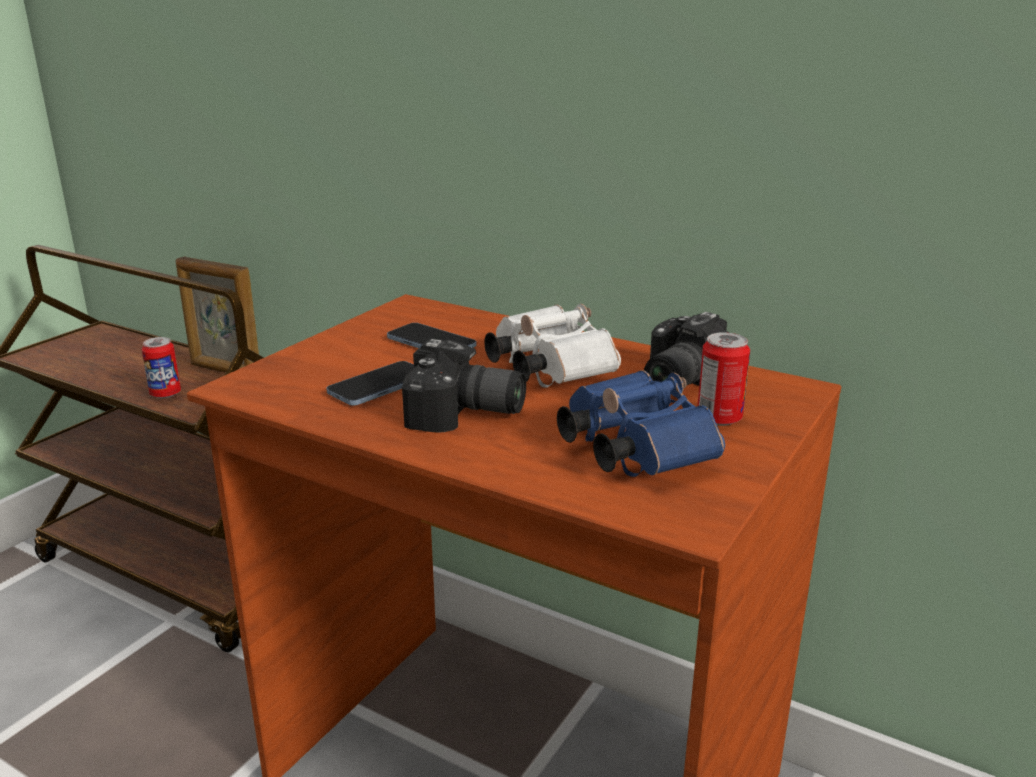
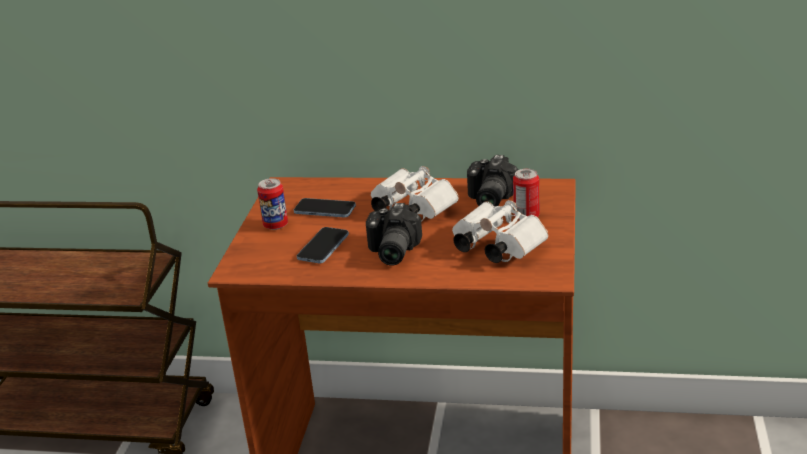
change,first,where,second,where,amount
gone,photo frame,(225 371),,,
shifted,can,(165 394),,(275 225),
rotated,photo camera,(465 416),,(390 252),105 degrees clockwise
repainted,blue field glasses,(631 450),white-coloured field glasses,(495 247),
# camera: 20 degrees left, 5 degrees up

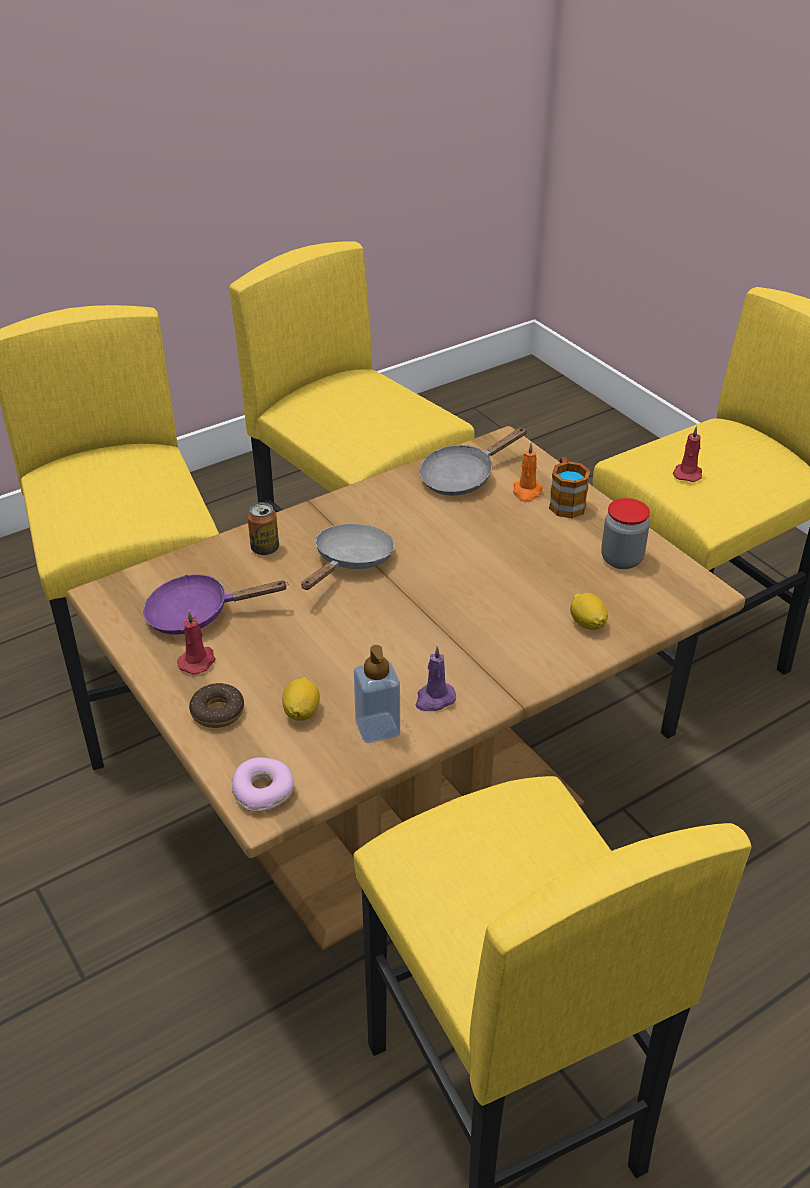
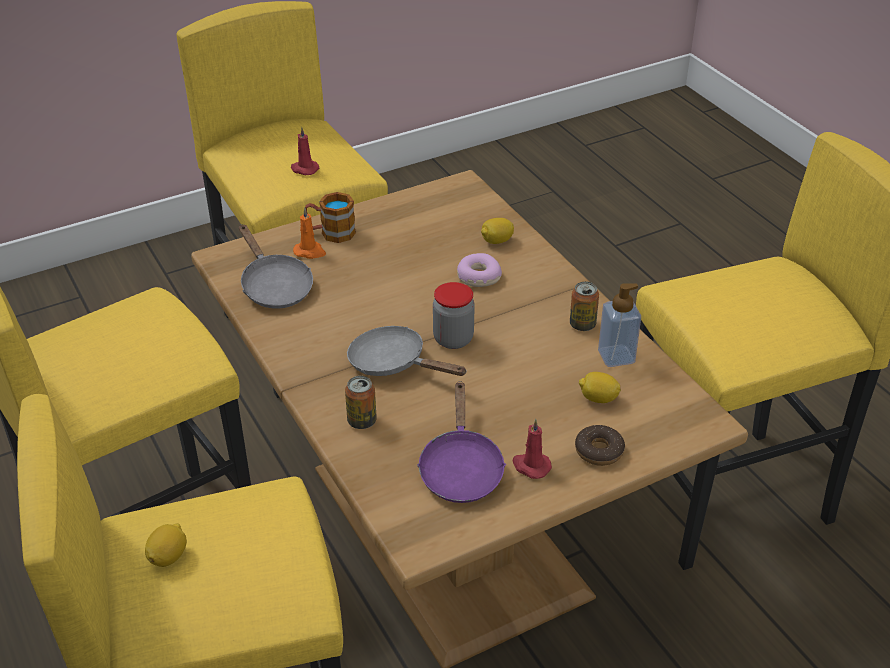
change,first,where,second,where,amount
shifted,preserve jar,(621 559),,(453 339),
swapped,purplish candle,(434 699),can,(582 324),
shifted,donut,(263 791),,(478 277),
new,,,whole lemon,(168 556),
# camera: 85 degrees left, 0 degrees up

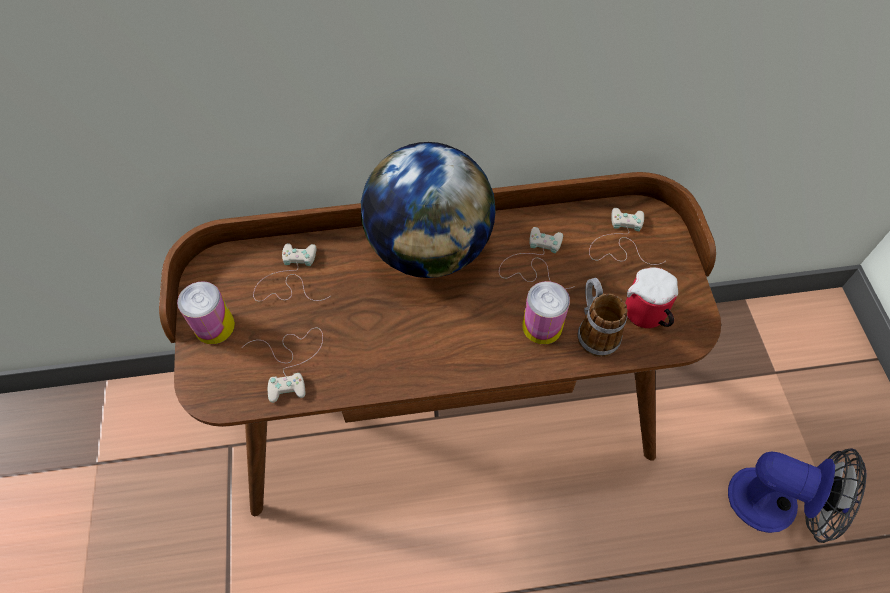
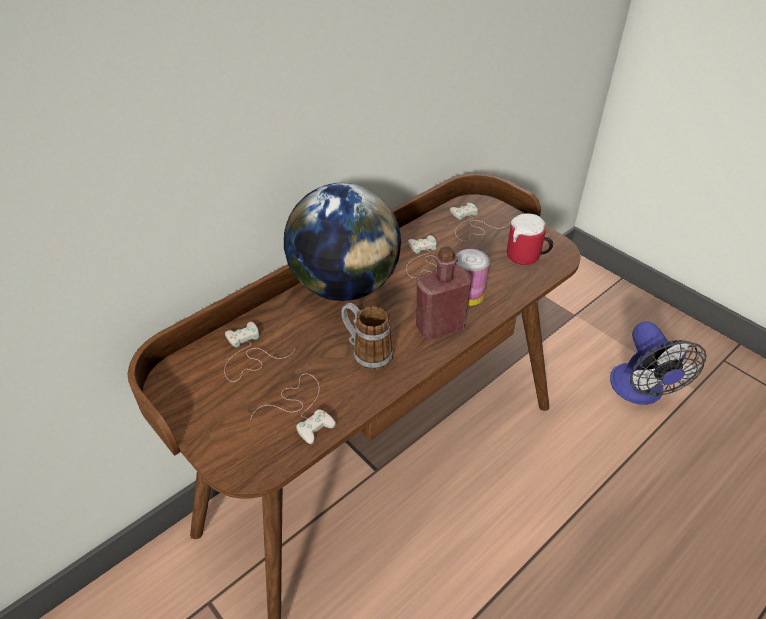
change,first,where,second,where,amount
shifted,mug,(594 330),,(366 352),
gone,can,(214 326),,,
rotated,cooling fan,(775 504),,(640 392),90 degrees clockwise
new,,,reddish drink bottle,(440 326),
# camera: 35 degrees left, 15 degrees down

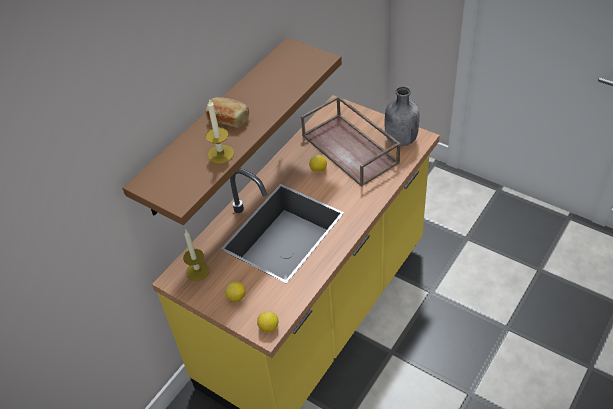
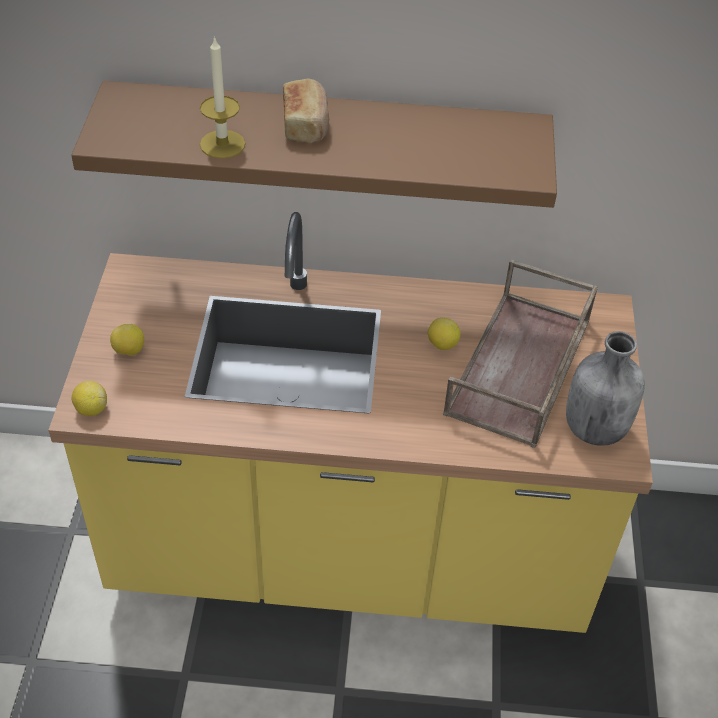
change,first,where,second,where,amount
gone,candle,(197 271),,,
# camera: 55 degrees right, 0 degrees up

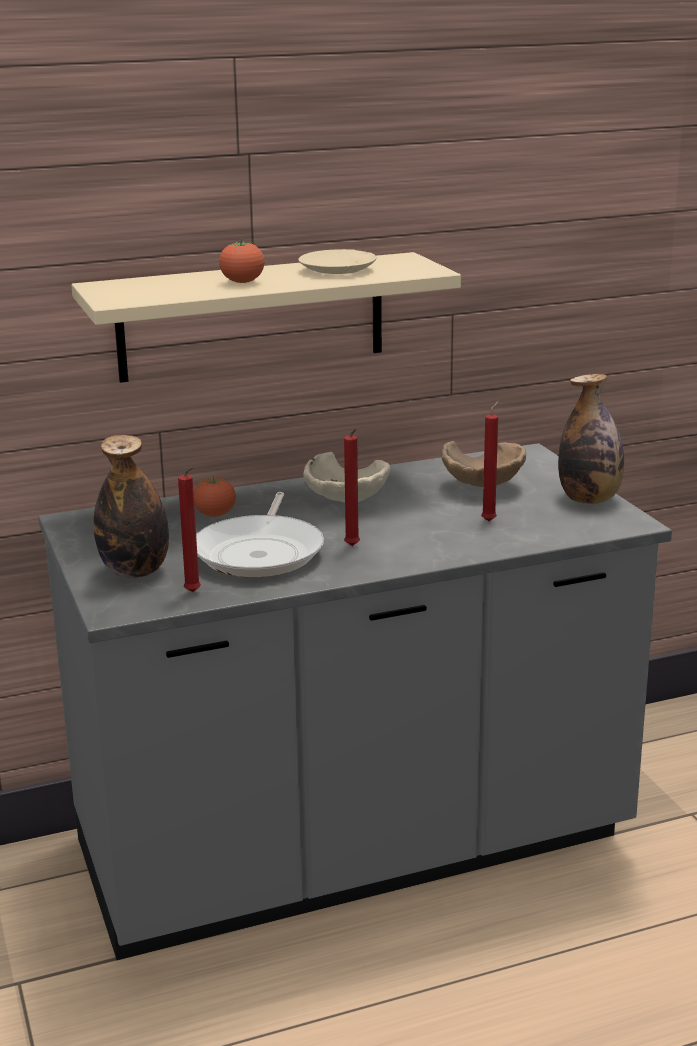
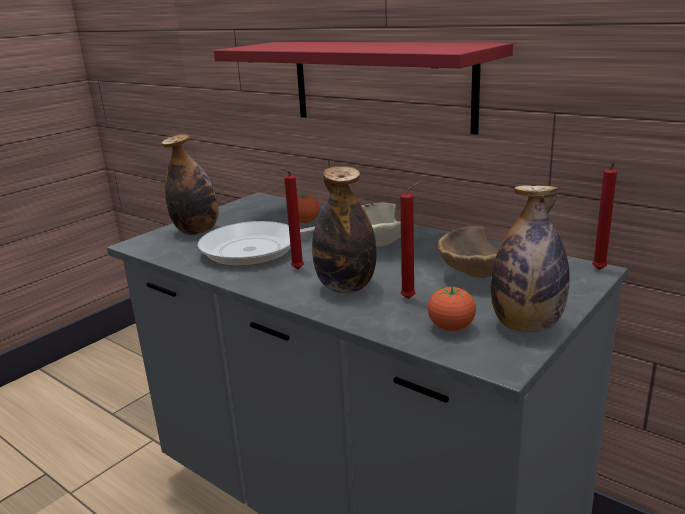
change,first,where,second,where,amount
shifted,fresh tomato,(242 282),,(451 328),
gone,sand-coloured dinner plate,(338 270),,,
repainted,sand-coloured bracket shelf,(251 317),reddish bracket shelf,(380 84),
shifted,reddish candle,(194 593),,(598 270),
new,,,drink bottle,(346 287),
# camera: 60 degrees right, 0 degrees up

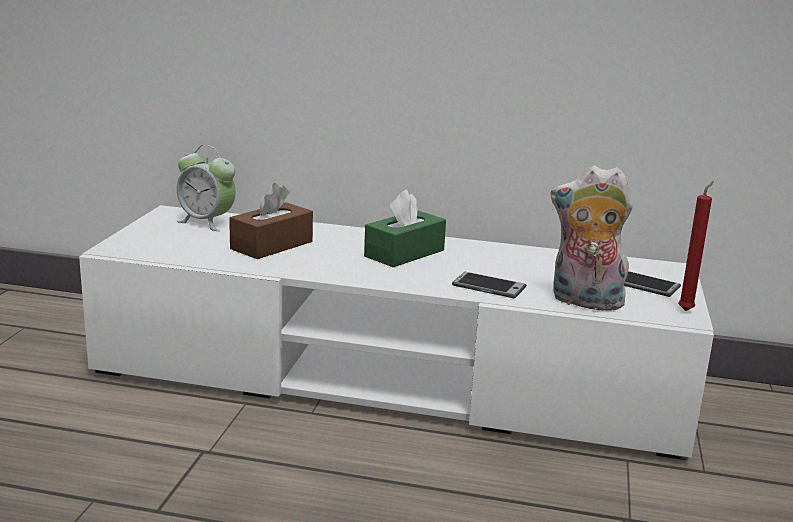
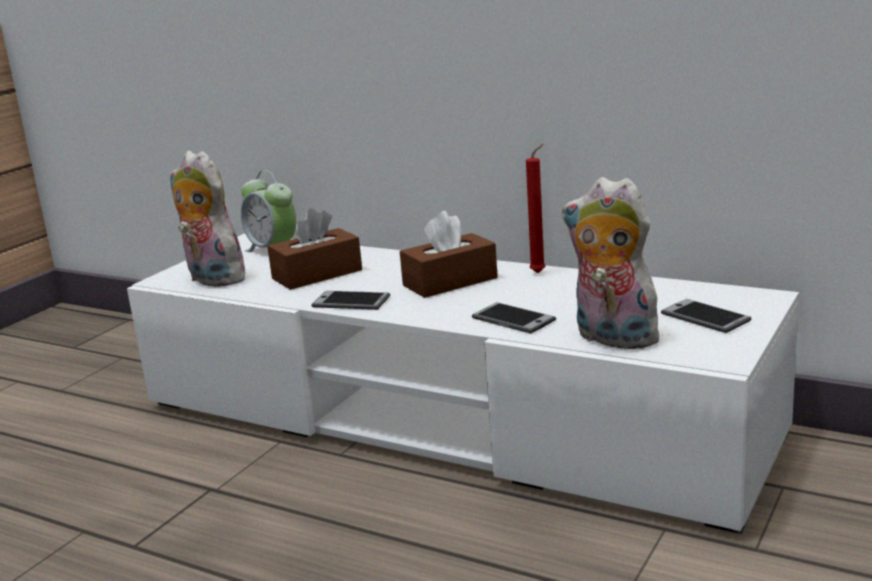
change,first,where,second,where,amount
shifted,reddish candle,(687 310),,(540 272),
repainted,greenish tissue holder,(404 253),brown-coloured tissue holder,(450 282),
new,,,plush toy,(211 279),
new,,,phone,(351 302),
# camera: 20 degrees right, 0 degrees up

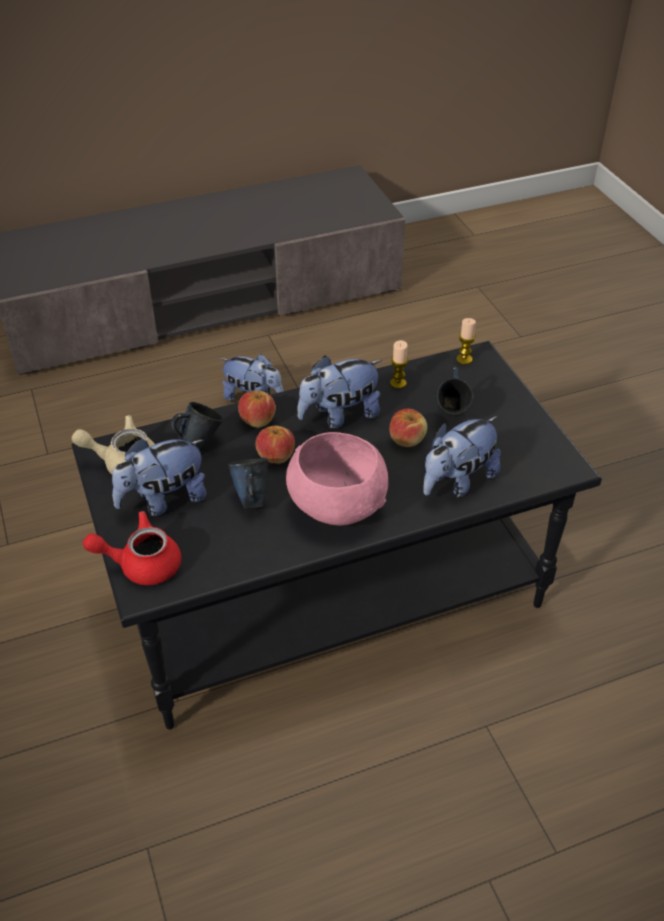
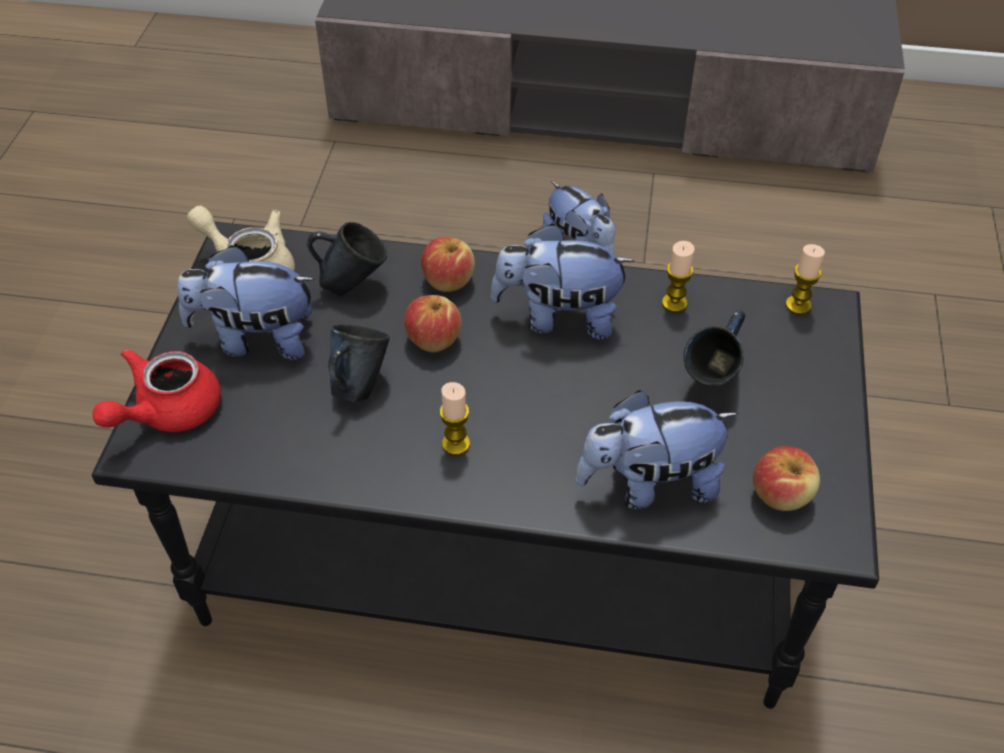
change,first,where,second,where,amount
shifted,apple fruit,(407 439),,(781 494),
swapped,pink-coloured bowl,(336 506),candle,(456 444),
rotated,reddish tea pot,(141 564),,(167 411),75 degrees counterclockwise
# camera: 30 degrees right, 5 degrees up

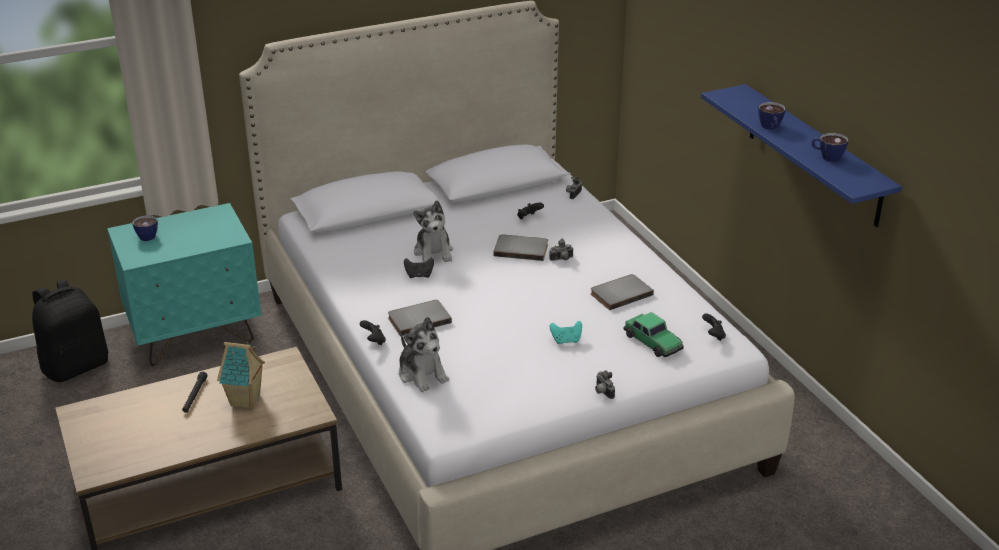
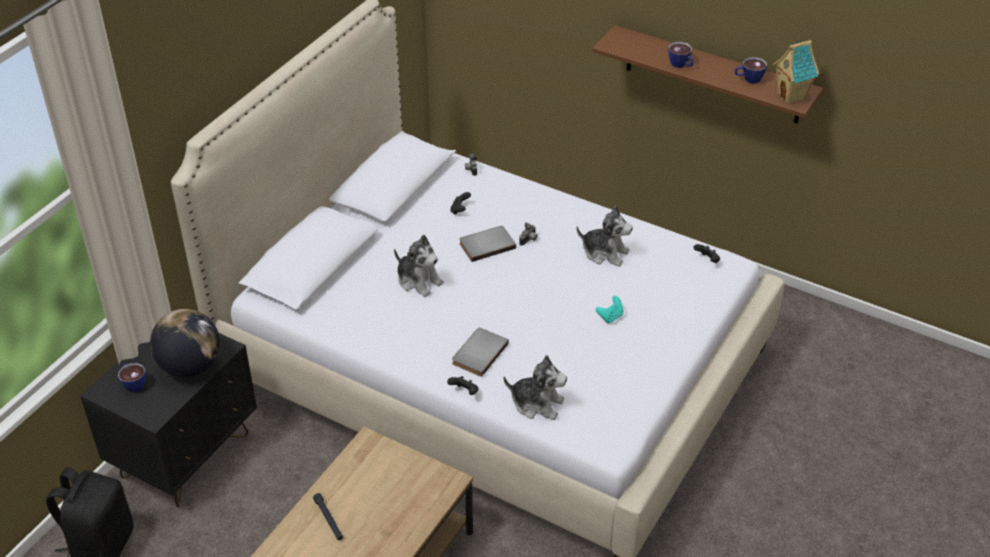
change,first,where,second,where,amount
repainted,blue bracket shelf,(814 155),brown-coloured bracket shelf,(713 75),
repainted,turquoise night table,(195 336),black night table,(186 456),
gone,black game controller,(419 275),,,
swapped,grey bound book,(620 293),plush toy,(605 253),
gone,model car,(653 342),,,
shifted,toy house,(246 401),,(791 96),
gone,photo camera,(602 392),,,
new,,,desk globe,(190 366),
# camera: 35 degrees left, 10 degrees up

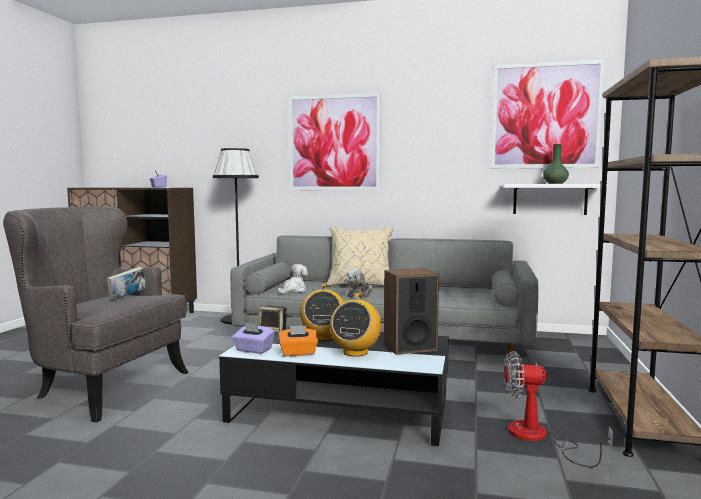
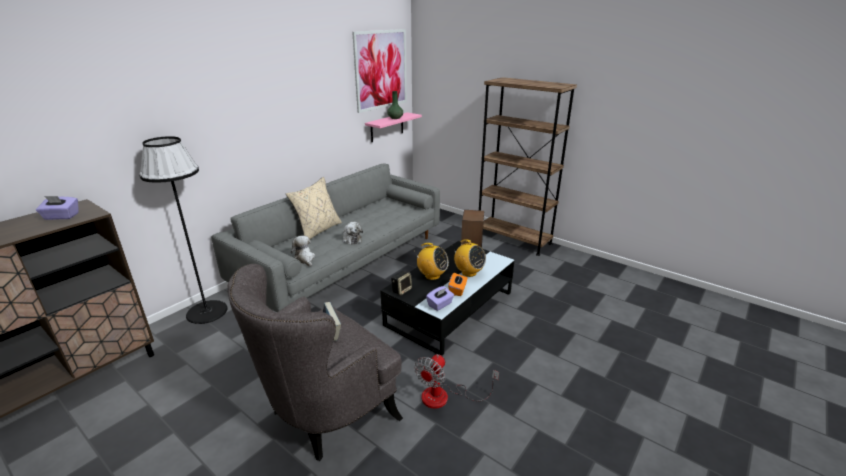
change,first,where,second,where,amount
gone,picture,(334 143),,,
repainted,white-coloured bracket shelf,(550 199),pink-coloured bracket shelf,(387 127),
shifted,cooling fan,(538 438),,(445 397),
# camera: 65 degrees left, 20 degrees up

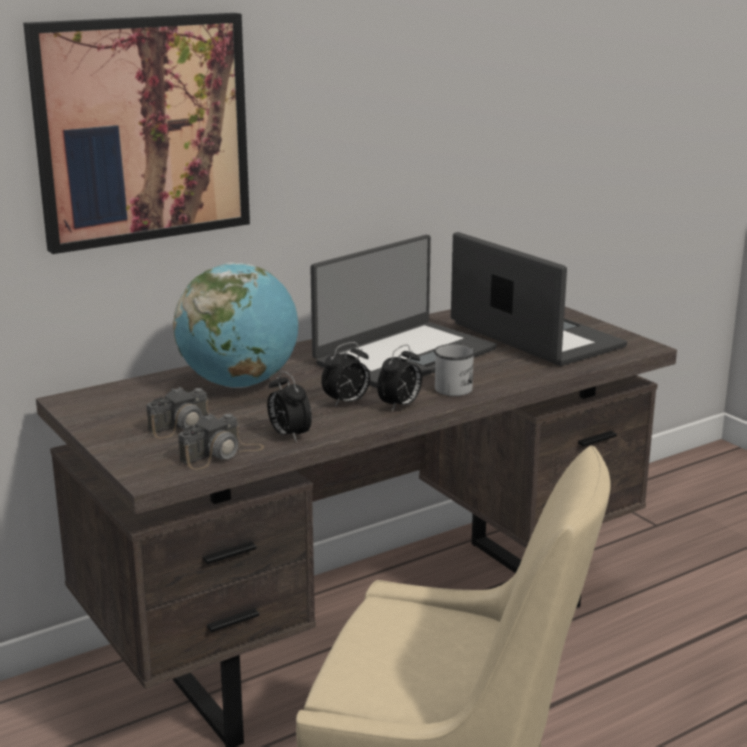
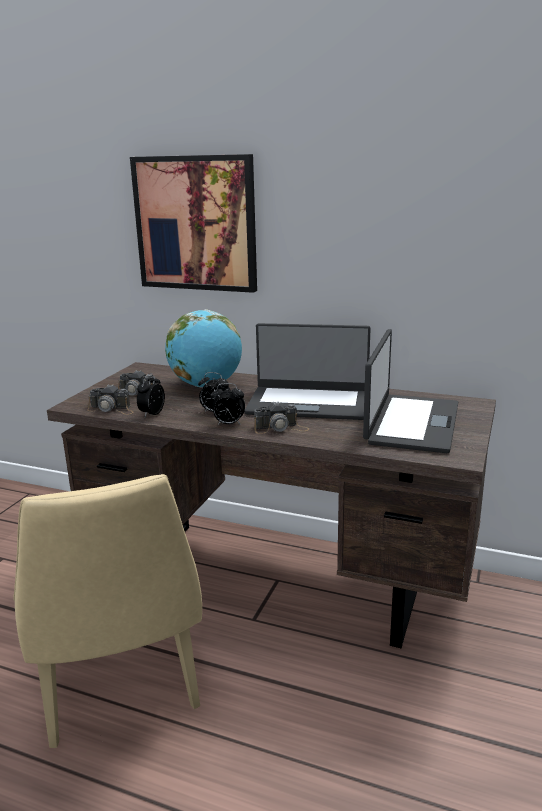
change,first,where,second,where,amount
swapped,white-coloured mug,(456 387),photo camera,(281 428),
# camera: 55 degrees right, 0 degrees up

